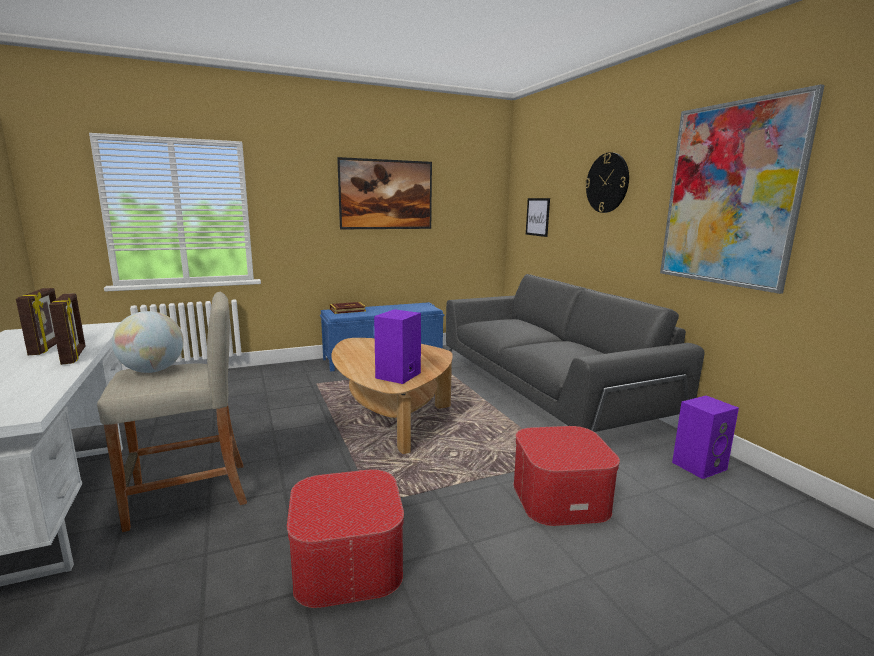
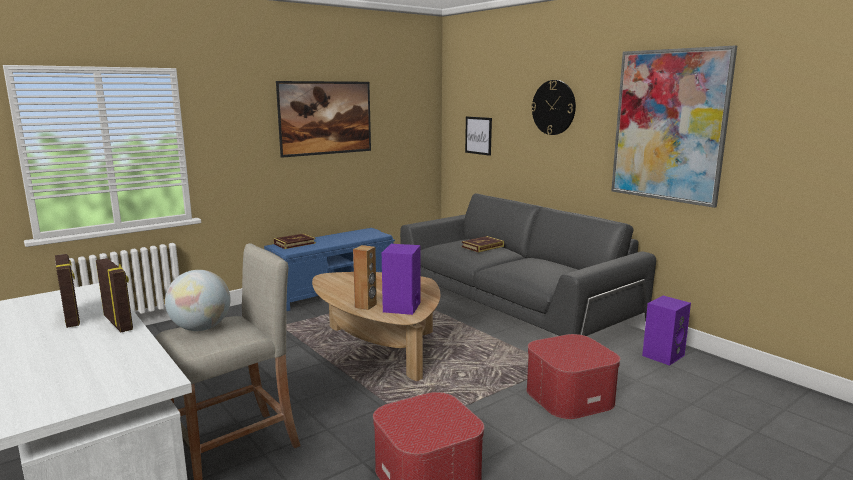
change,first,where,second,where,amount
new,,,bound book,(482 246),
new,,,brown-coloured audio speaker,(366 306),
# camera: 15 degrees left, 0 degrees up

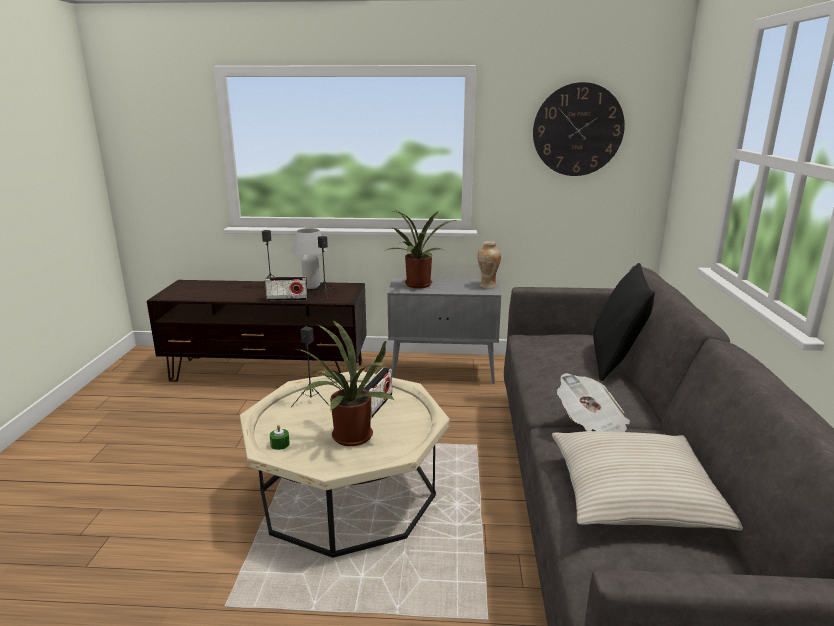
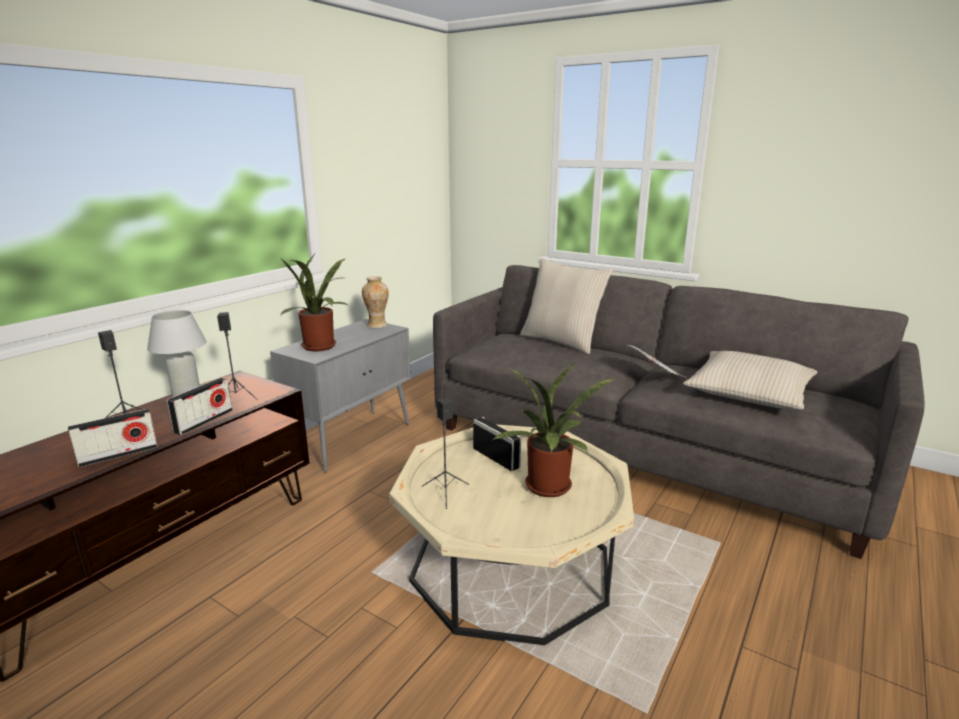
change,first,where,second,where,amount
gone,wall clock,(578 130),,,
repainted,black pillow,(615 361),sand-coloured pillow,(561 341),
gone,greenish candle,(280 444),,,
new,,,radio set,(118 454),
# camera: 60 degrees left, 0 degrees up

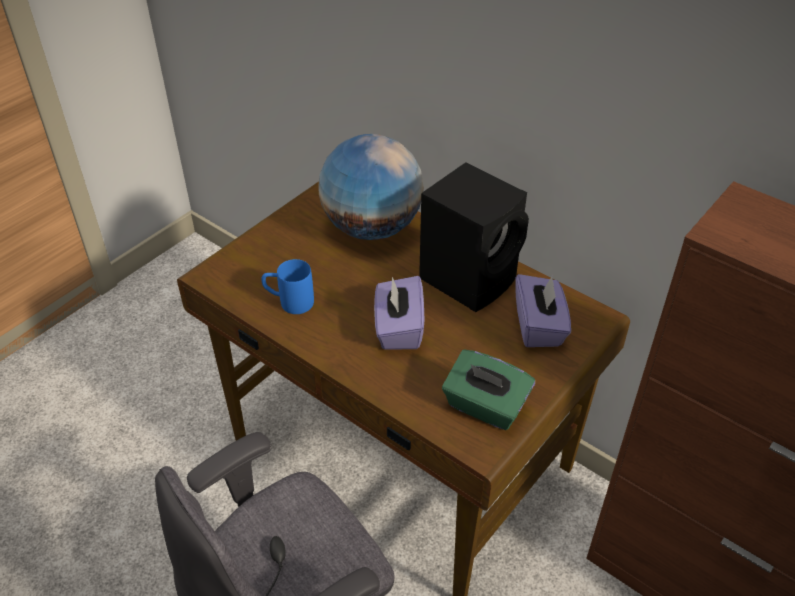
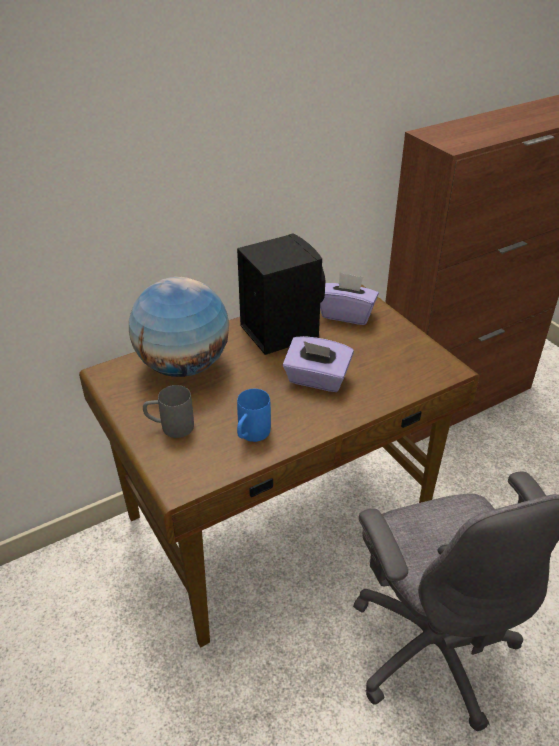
change,first,where,second,where,amount
gone,greenish tissue holder,(485 407),,,
new,,,grey mug,(170 427),
# camera: 70 degrees left, 5 degrees down

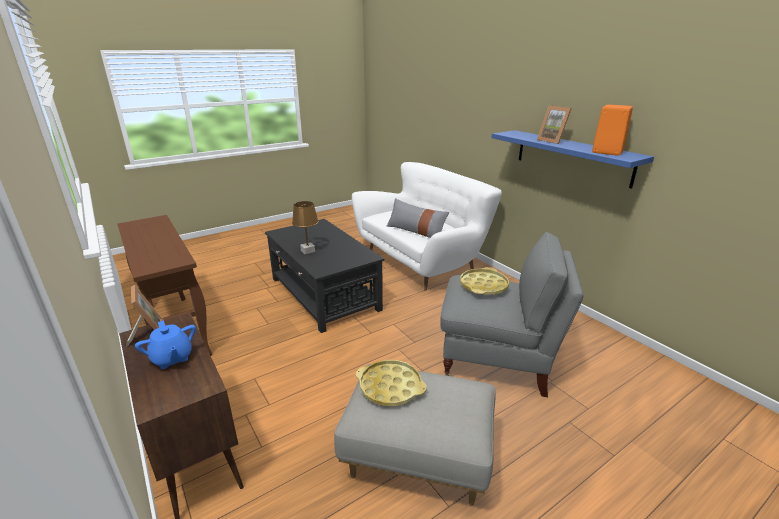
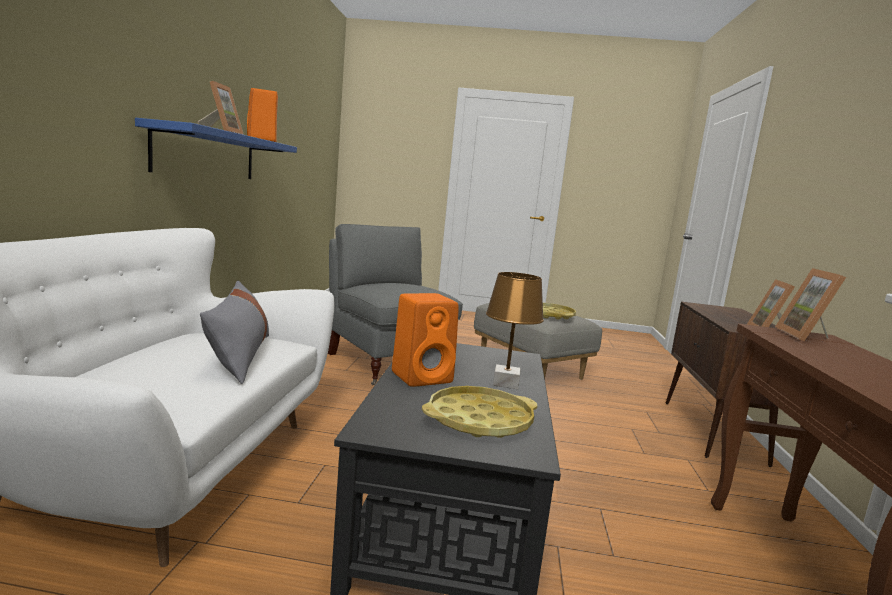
change,first,where,second,where,amount
shifted,yellow serving tray,(483 286),,(479 420),
gone,blue tea pot,(172 358),,,
new,,,photo frame,(807 337),
new,,,orangey audio speaker,(423 377),
# camera: 140 degrees left, 15 degrees down

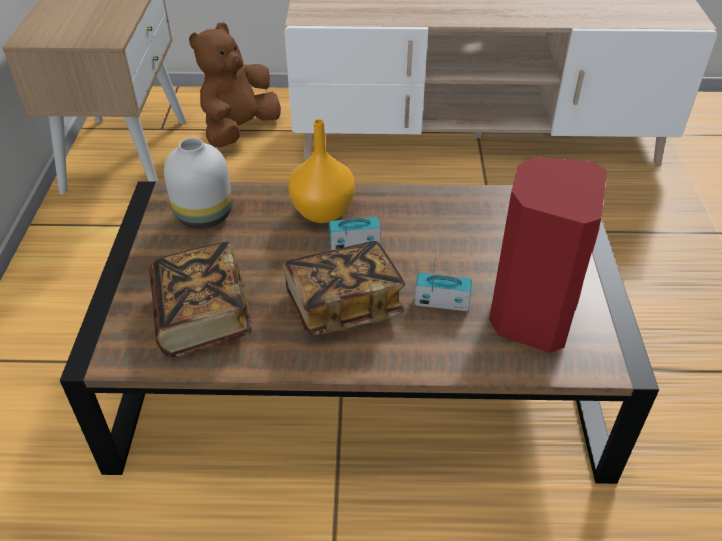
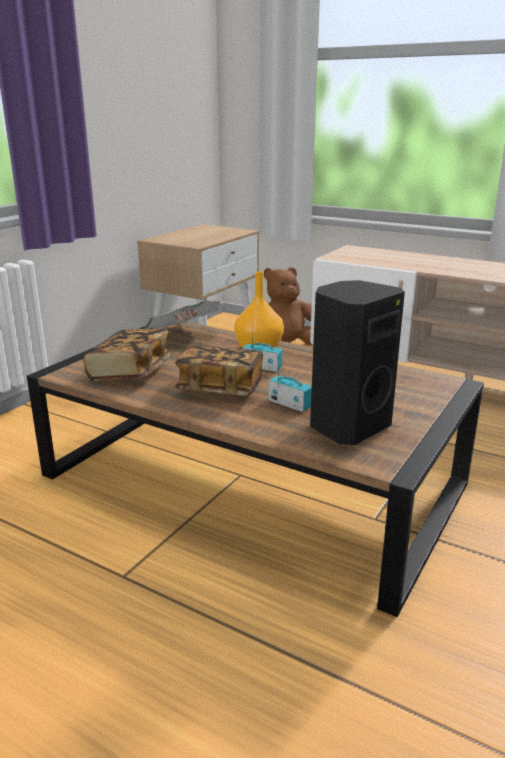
change,first,where,second,where,amount
swapped,white-coloured vase,(202 215),newspaper,(182 336),
repainted,reddish audio speaker,(529 317),black audio speaker,(347 426),
# camera: 30 degrees right, 20 degrees down

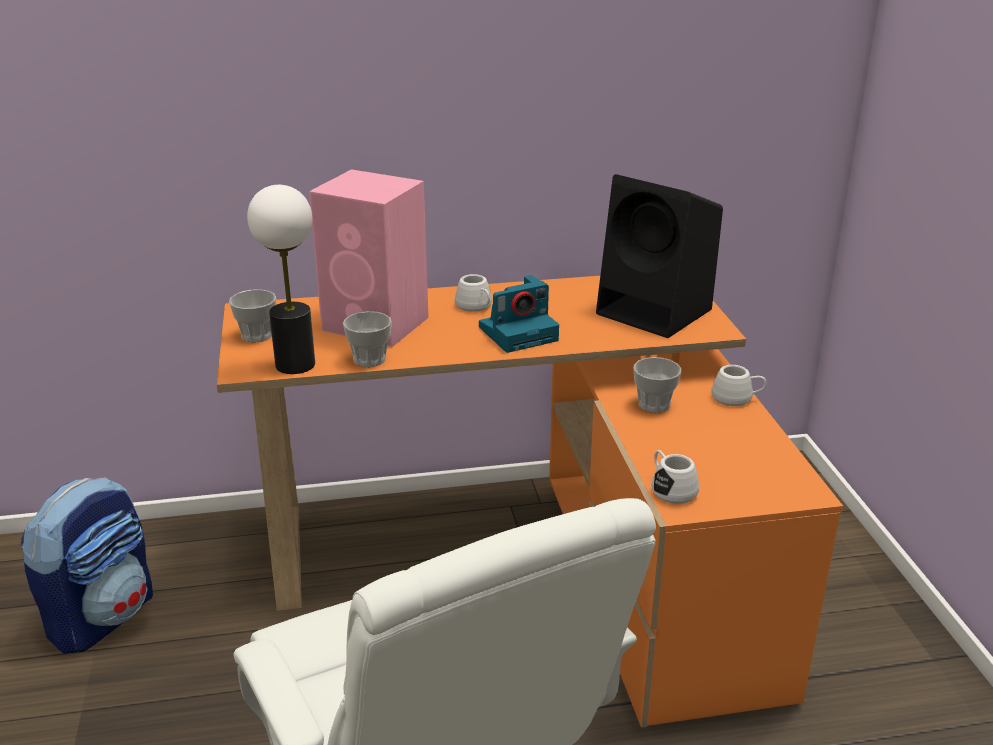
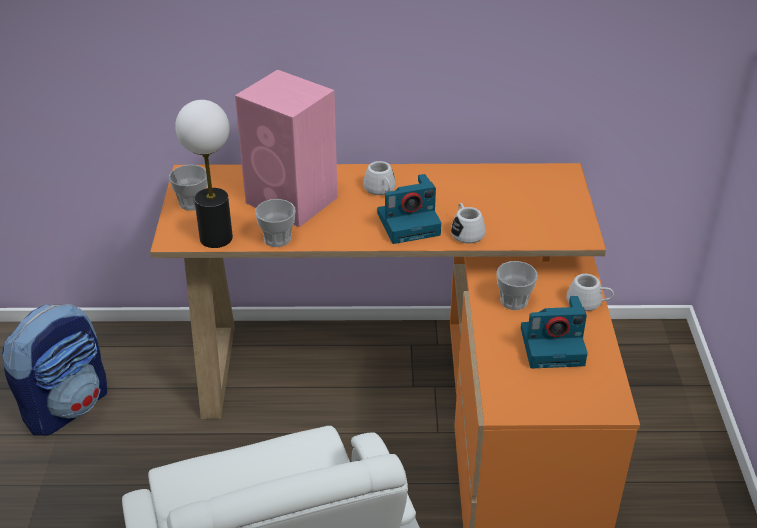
change,first,where,second,where,amount
gone,black audio speaker,(657 312),,,
shifted,white-coloured mug,(670 488),,(466 231),
new,,,photo camera,(553 345),
# camera: 10 degrees right, 10 degrees up

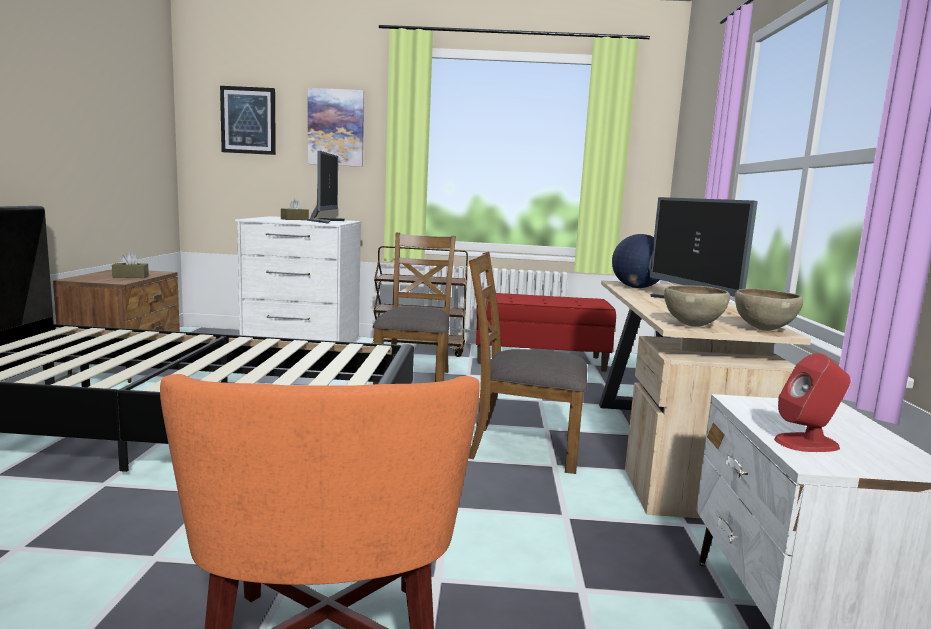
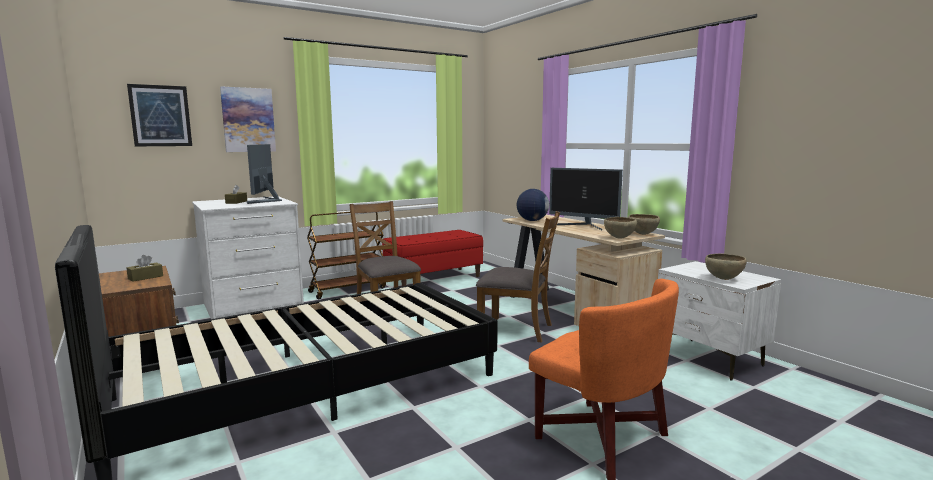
change,first,where,second,where,amount
rotated,computer screen,(325 221),,(266 201),150 degrees counterclockwise
rotated,brown-coloured chair,(523 448),,(516 329),135 degrees counterclockwise
swapped,reddish audio speaker,(807 443),brown-coloured bowl,(724 279),
# camera: 35 degrees left, 0 degrees up

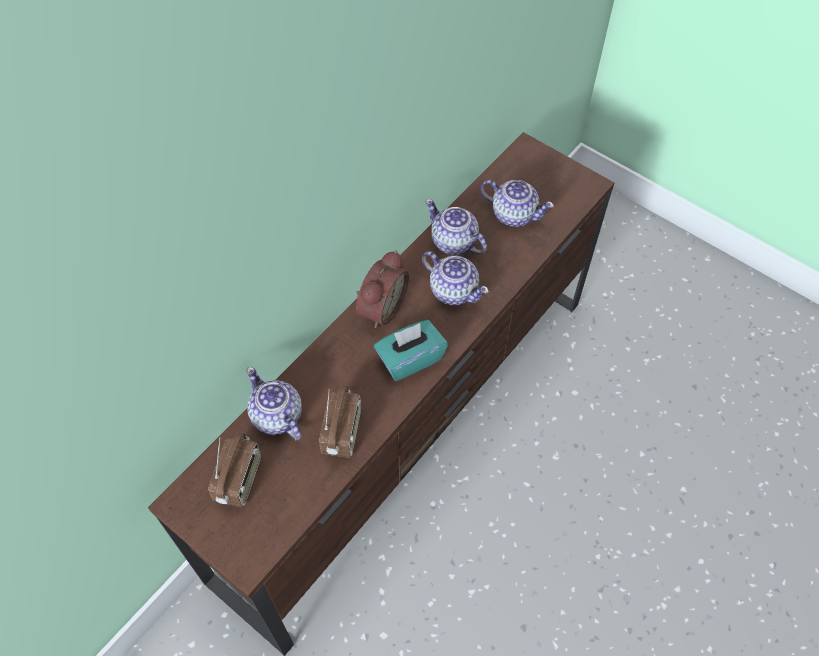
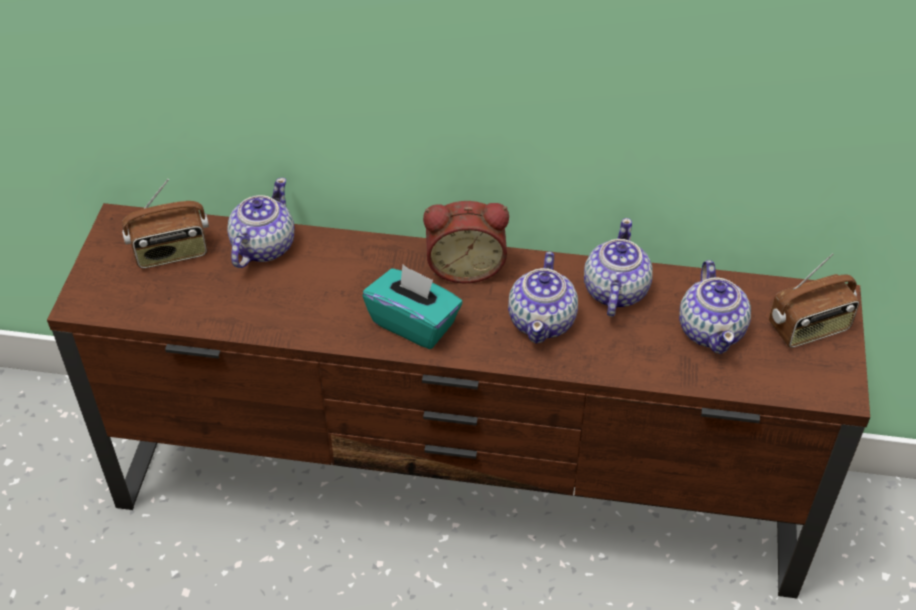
change,first,where,second,where,amount
shifted,radio set,(343 432),,(809 329),
# camera: 60 degrees right, 10 degrees down

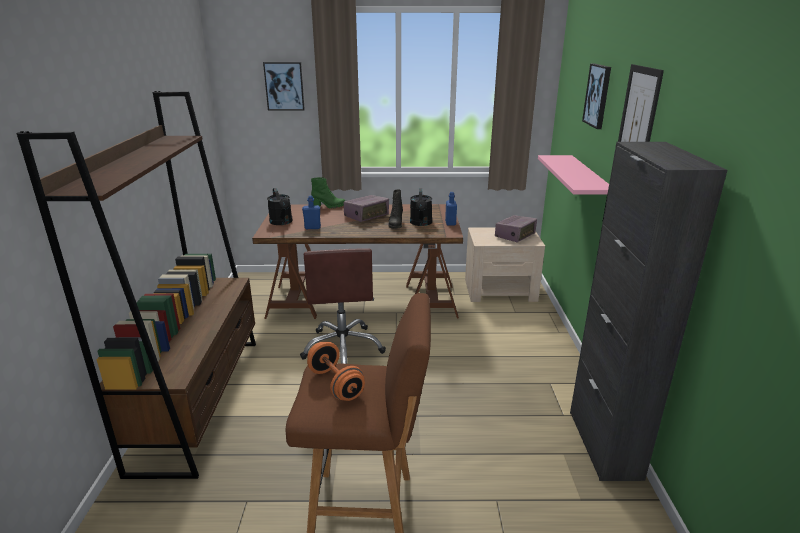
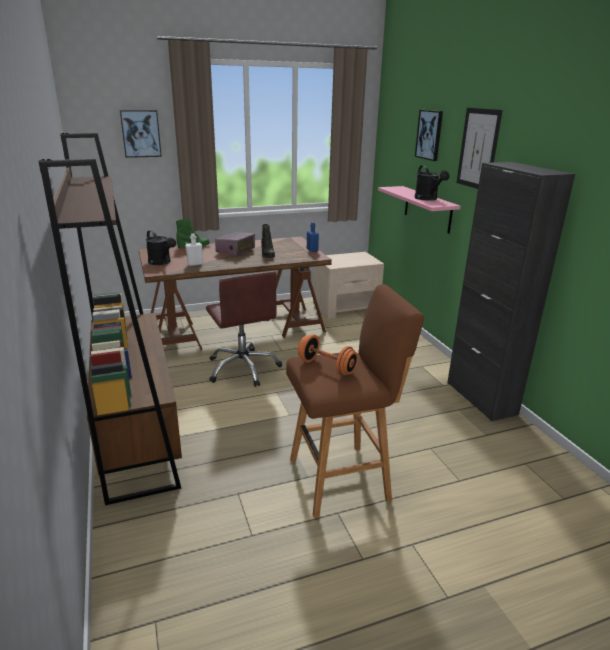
change,first,where,second,where,amount
shifted,black watering can,(421 223),,(428 199),
repainted,blue drink bottle,(312 227),white-coloured drink bottle,(195 264),
gone,radio set,(515 236),,,
# camera: 20 degrees left, 0 degrees up

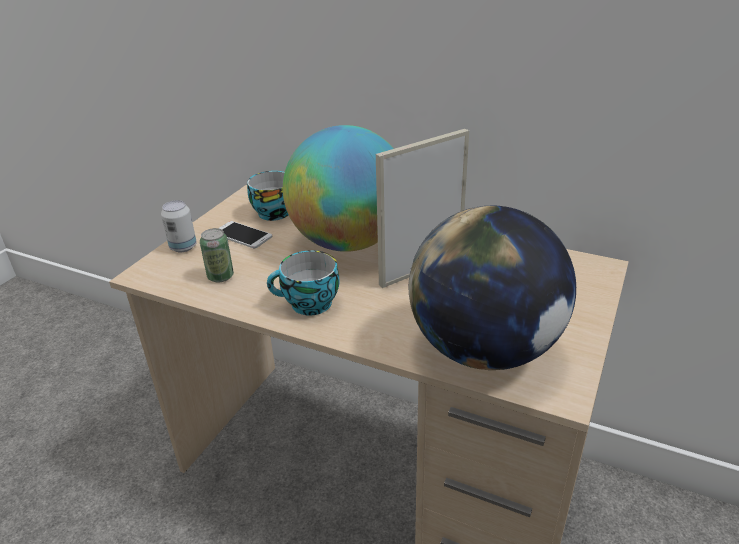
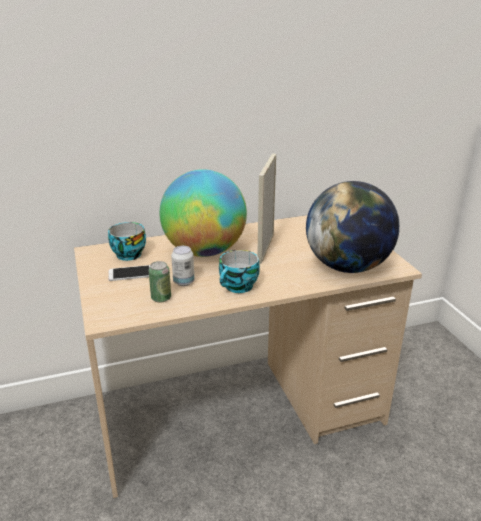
change,first,where,second,where,amount
shifted,can,(183 247),,(183 282),
# camera: 45 degrees left, 5 degrees down

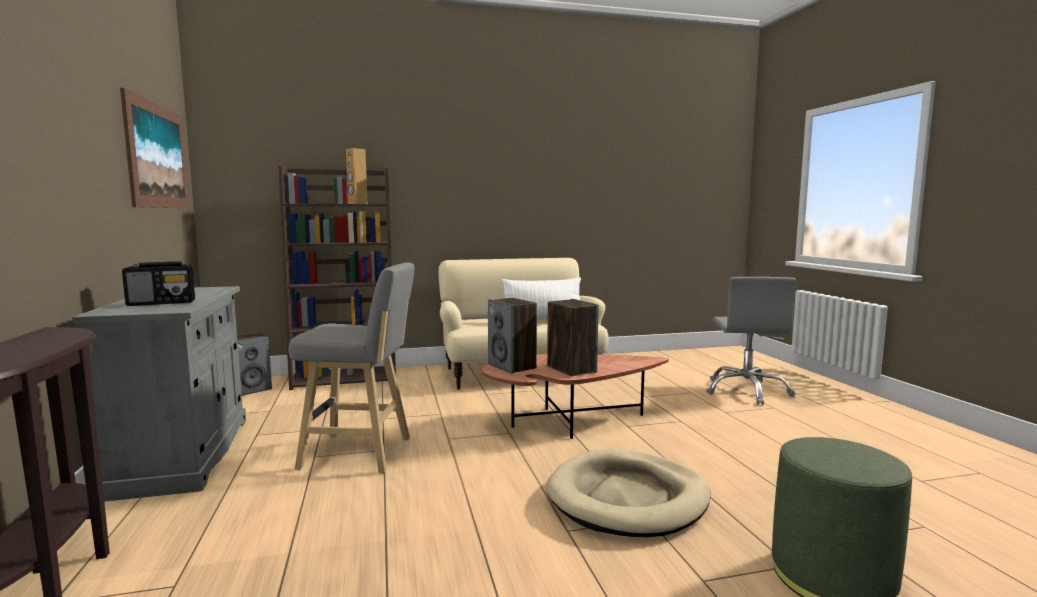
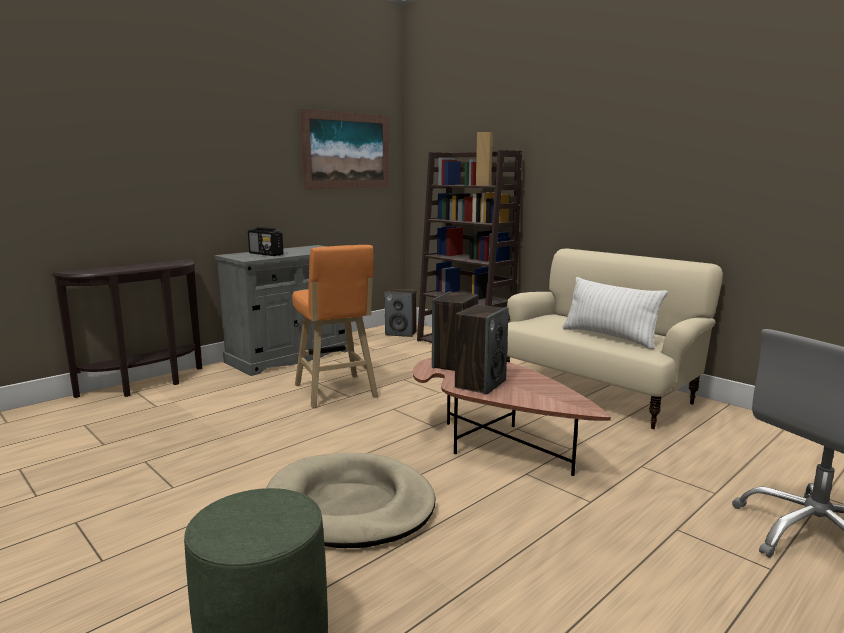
change,first,where,second,where,amount
repainted,grey stool,(361 453),orangey stool,(336 392),
# camera: 60 degrees right, 5 degrees up

